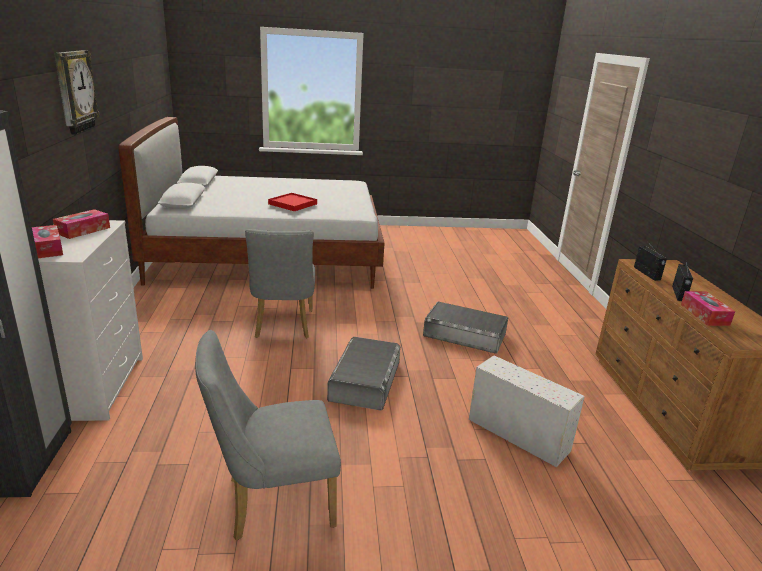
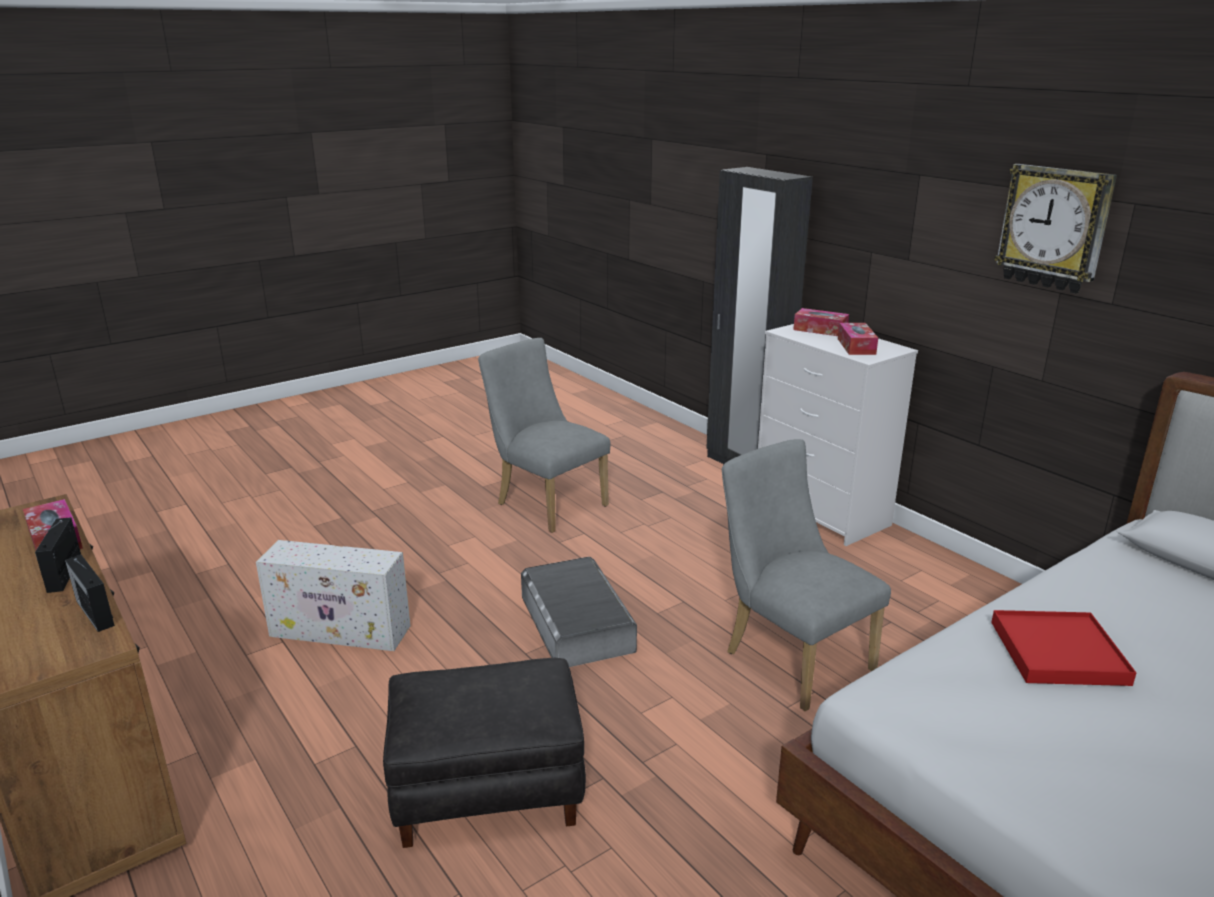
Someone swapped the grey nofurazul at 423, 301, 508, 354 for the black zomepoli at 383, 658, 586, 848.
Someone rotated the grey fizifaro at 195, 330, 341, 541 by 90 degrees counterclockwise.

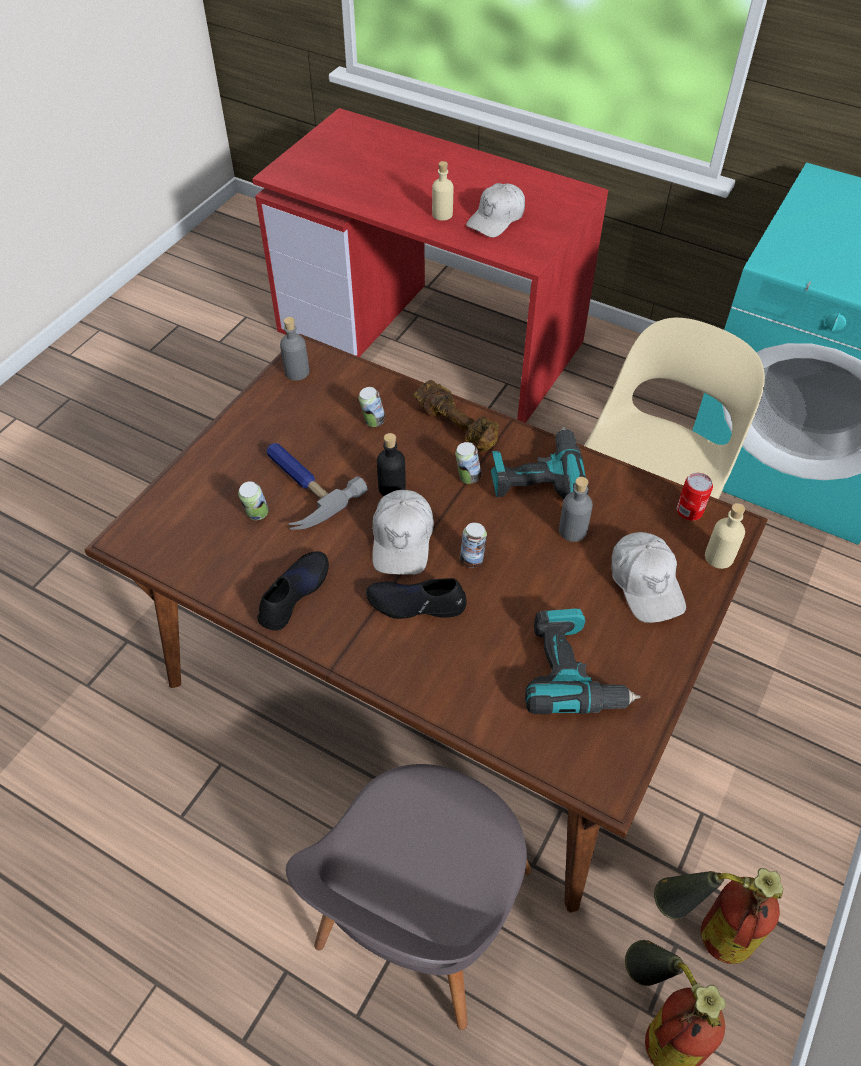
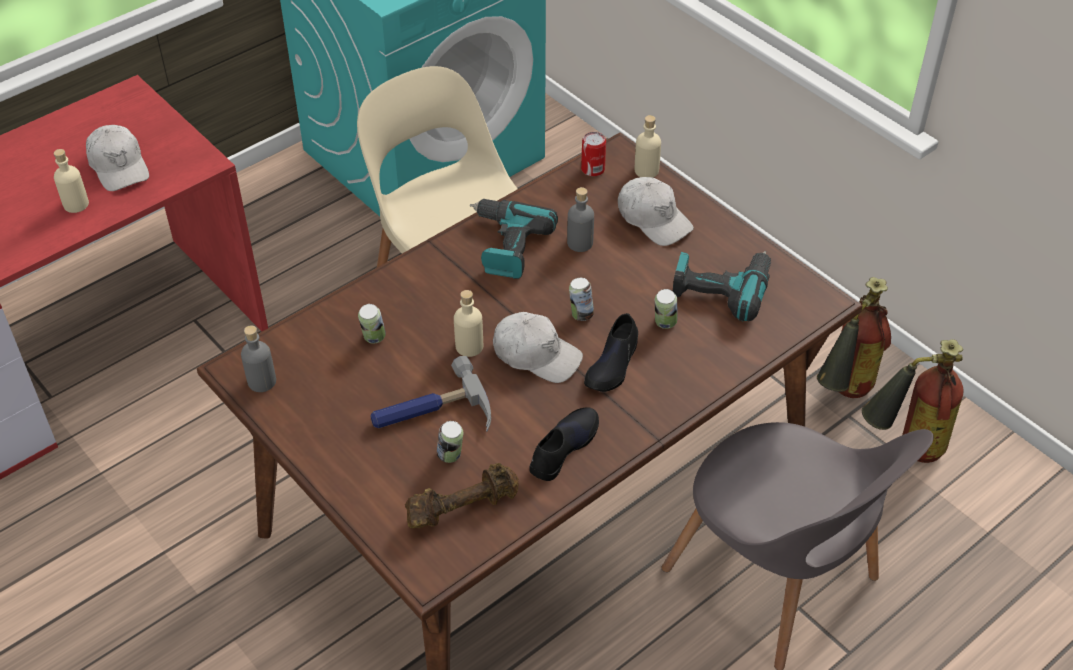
Someone carried the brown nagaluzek from 413, 380, 499, 452 to 405, 463, 519, 528.
Someone repainted the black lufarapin at 377, 433, 406, 496, which became the beige lufarapin at 454, 290, 483, 357.
Someone carried the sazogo from 455, 442, 481, 484 to 655, 289, 677, 329.
Someone rotated the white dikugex at 611, 532, 686, 623 by 45 degrees clockwise.
Someone rotated the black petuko at 257, 551, 329, 630 by 75 degrees clockwise.

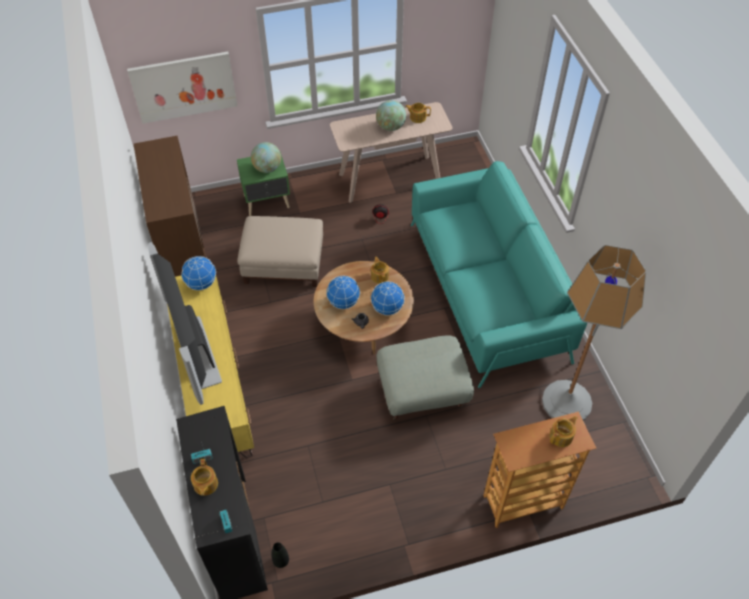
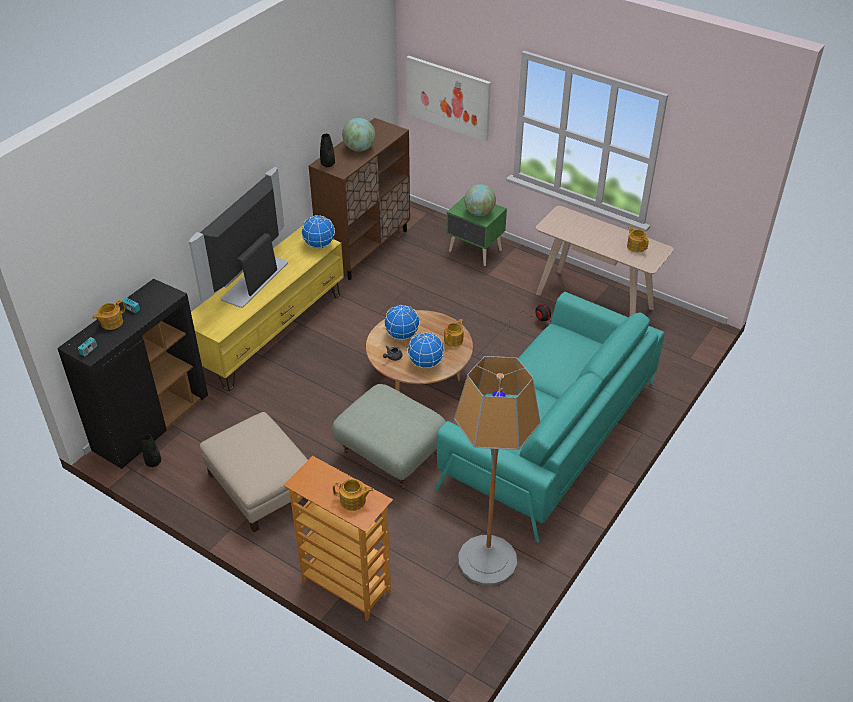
Someone carried the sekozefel from 376, 100, 406, 131 to 342, 118, 375, 152.
Someone carried the beige zomepoli from 237, 216, 323, 287 to 200, 412, 308, 532.
Someone put down the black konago at 320, 134, 335, 167.

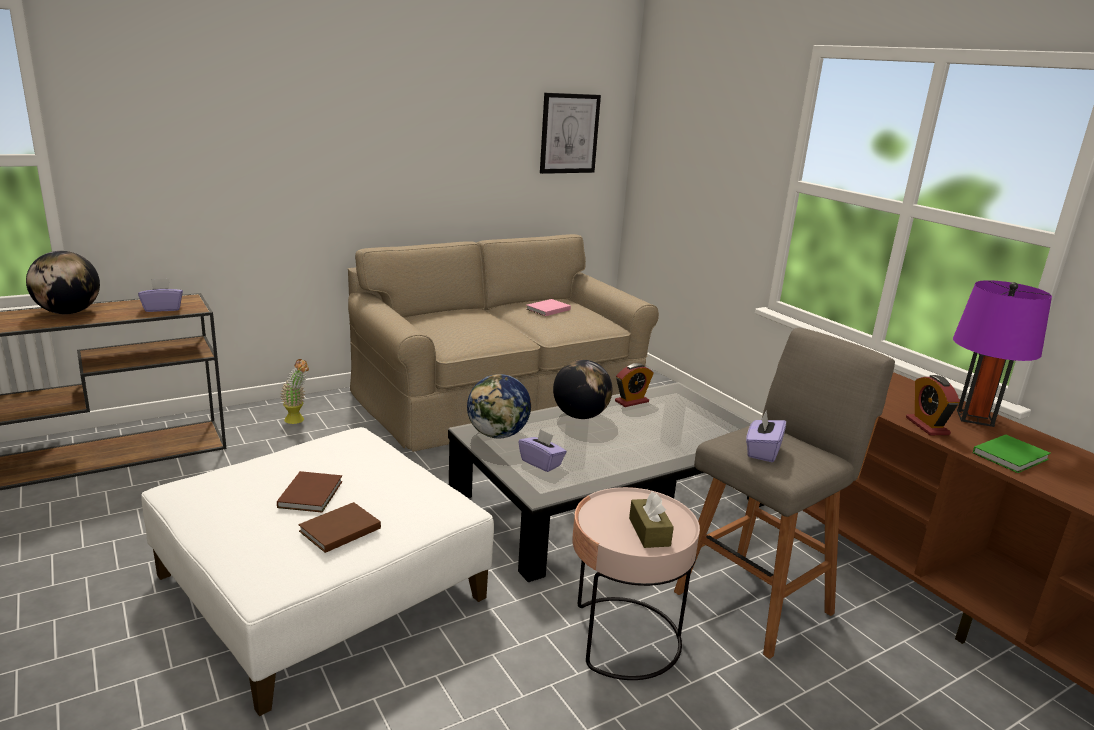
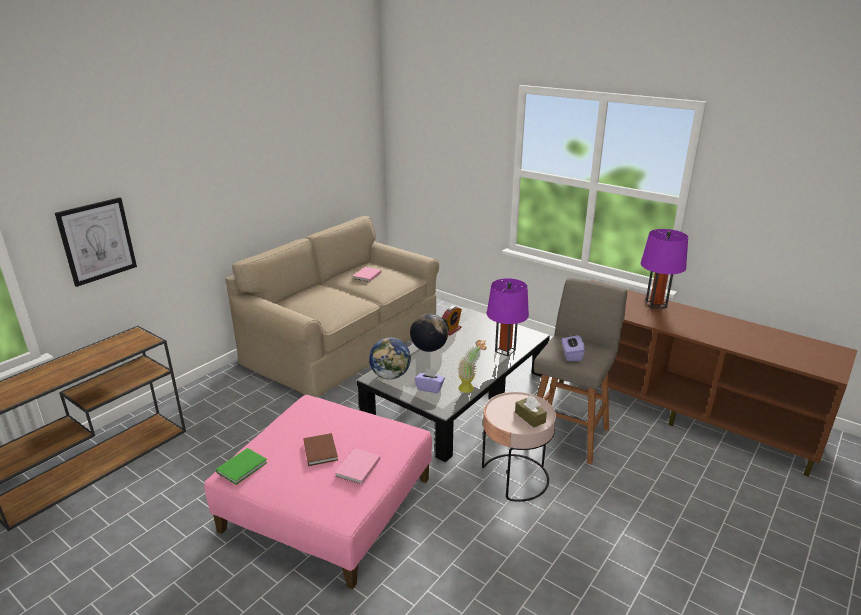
Someone carried the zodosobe from 540, 93, 601, 174 to 55, 197, 137, 287.
Someone took away the sekozefel at 26, 251, 100, 314.
Someone took away the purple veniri at 138, 279, 183, 312.
Someone carried the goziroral from 280, 359, 309, 424 to 458, 340, 487, 393.
Someone took away the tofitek at 906, 375, 960, 435.
Someone repainted the white zomepoli at 141, 427, 494, 716, which became the pink zomepoli at 204, 395, 432, 590.
Someone carried the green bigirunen from 973, 435, 1051, 473 to 216, 448, 268, 485.
Someone repainted the brown bigirunen at 298, 502, 381, 553, which became the pink bigirunen at 335, 448, 380, 485.
Someone put down the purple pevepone at 487, 278, 529, 356.

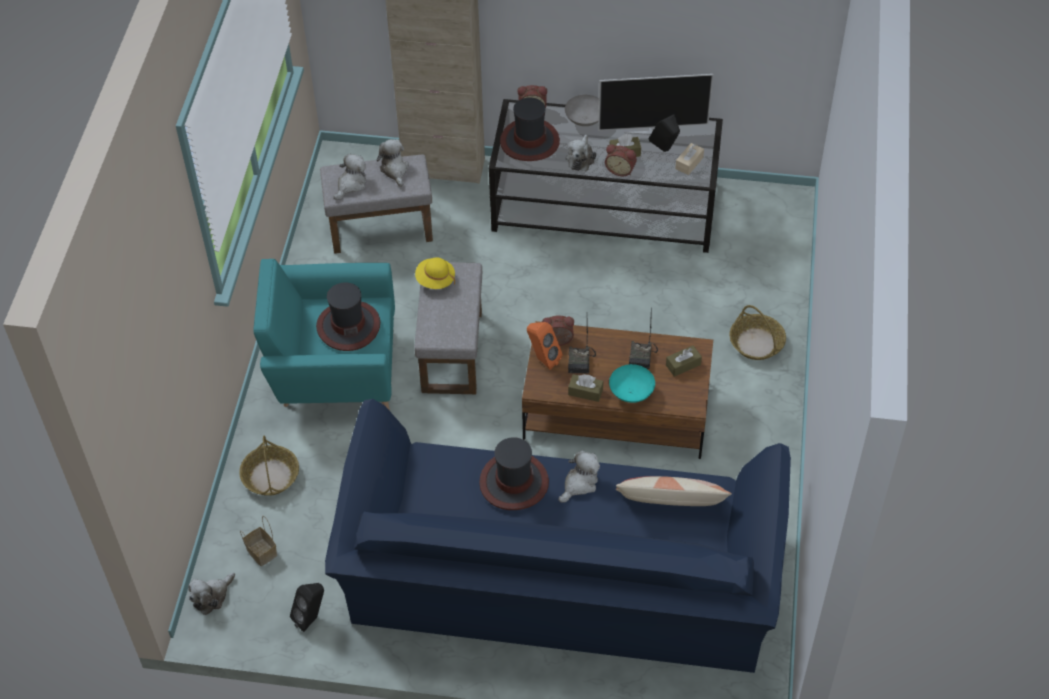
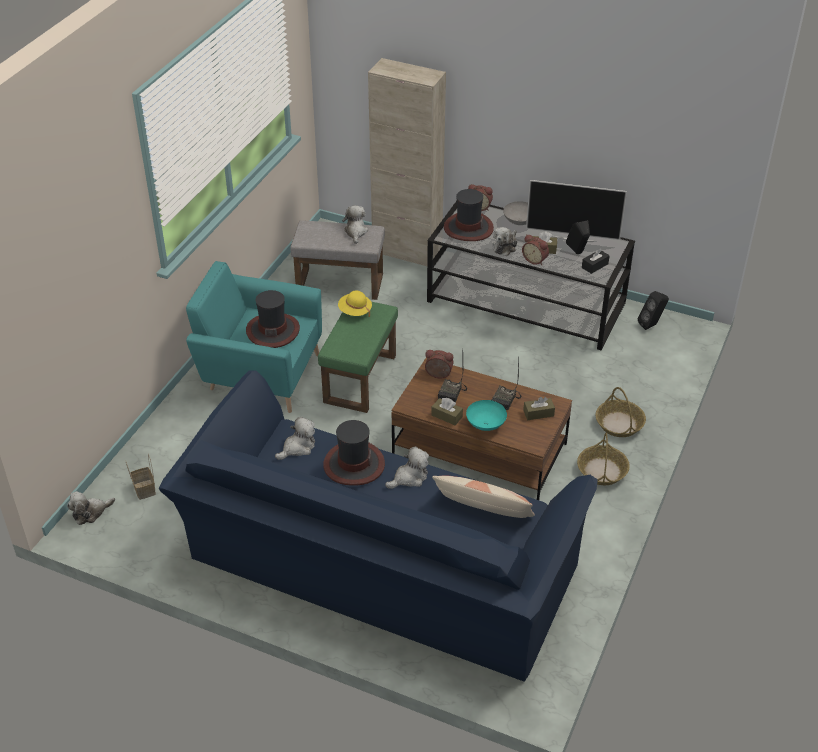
Someone repainted the beige veniri at 675, 143, 704, 175, which became the black veniri at 582, 248, 610, 274.
Someone carried the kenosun from 333, 154, 366, 200 to 275, 417, 315, 460.
Someone repainted the grey zomepoli at 414, 262, 482, 394, which became the green zomepoli at 318, 302, 398, 413.
Someone took away the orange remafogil at 527, 322, 563, 370.
Someone carried the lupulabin from 239, 436, 299, 496 to 577, 433, 630, 485.
Someone carried the black remafogil from 290, 583, 324, 632 to 638, 291, 669, 330.

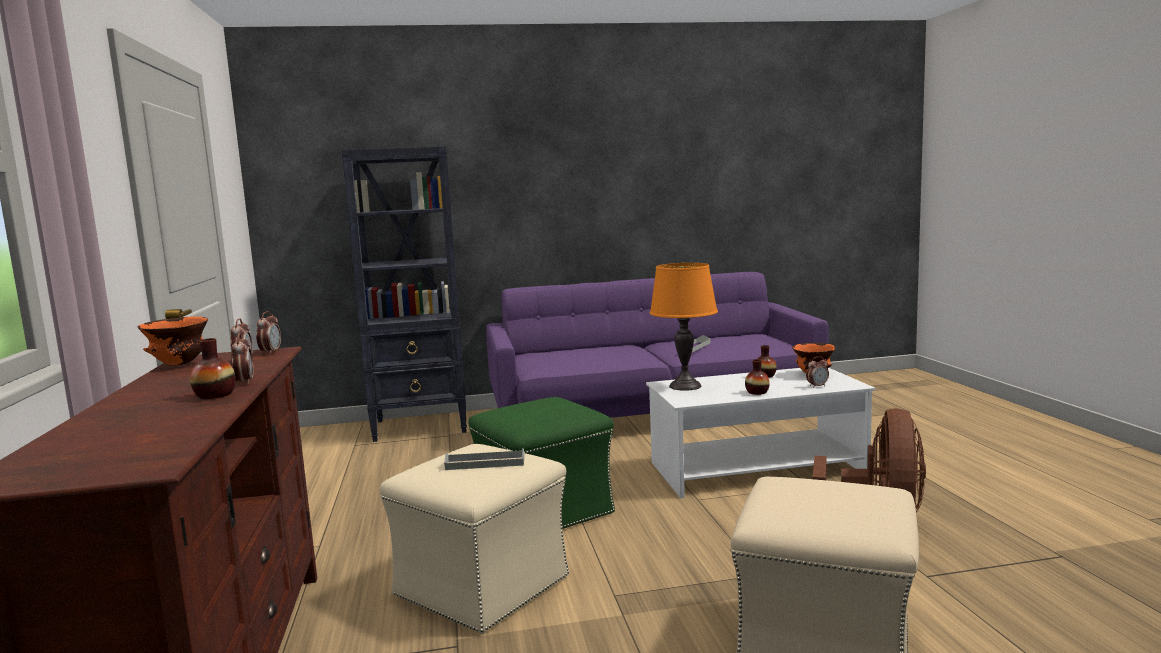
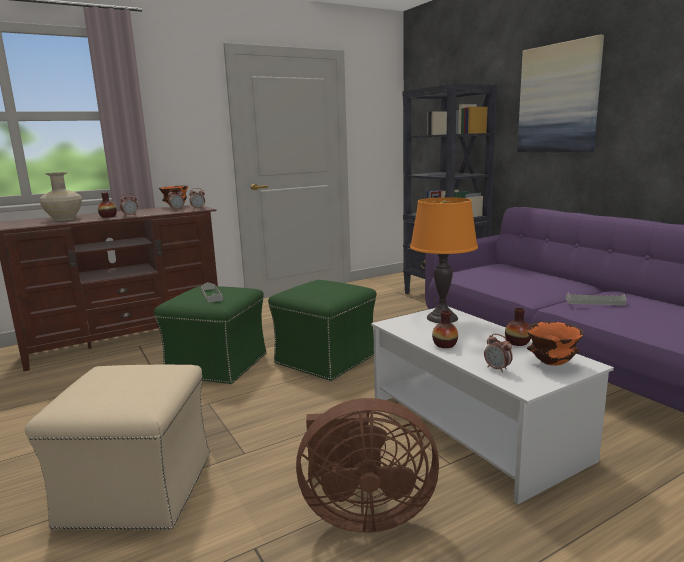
Someone repainted the beige zomepoli at 379, 444, 569, 634, which became the green zomepoli at 154, 286, 267, 385.
Someone put up the zodosobe at 517, 35, 604, 152.
Someone put down the beige konago at 39, 172, 82, 221.

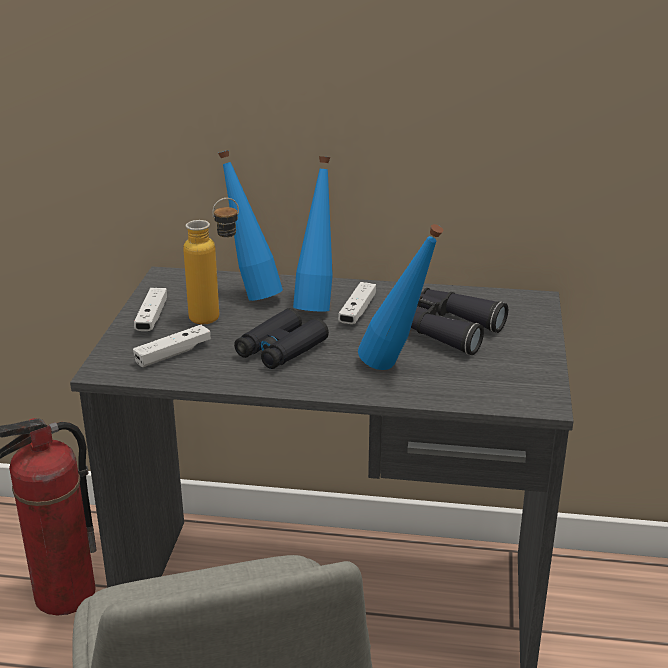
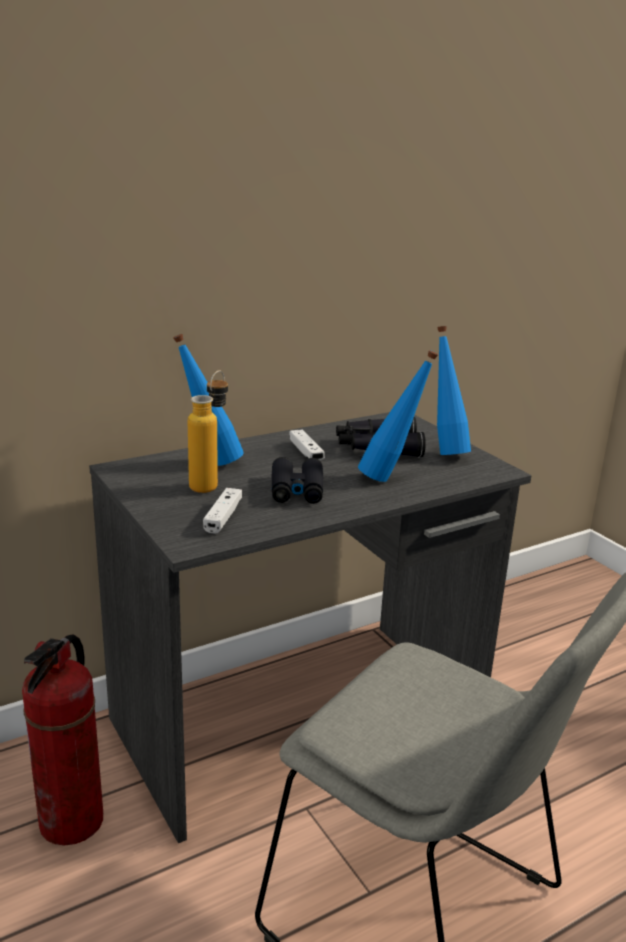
Someone carried the blue lufarapin from 293, 156, 333, 312 to 437, 326, 471, 455.
Someone took away the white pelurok at 134, 288, 167, 331.

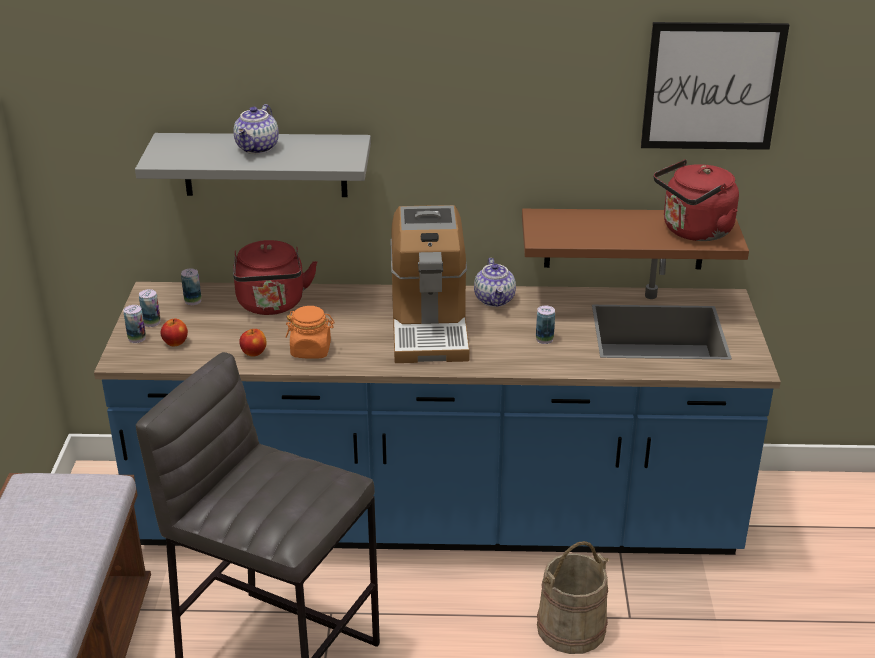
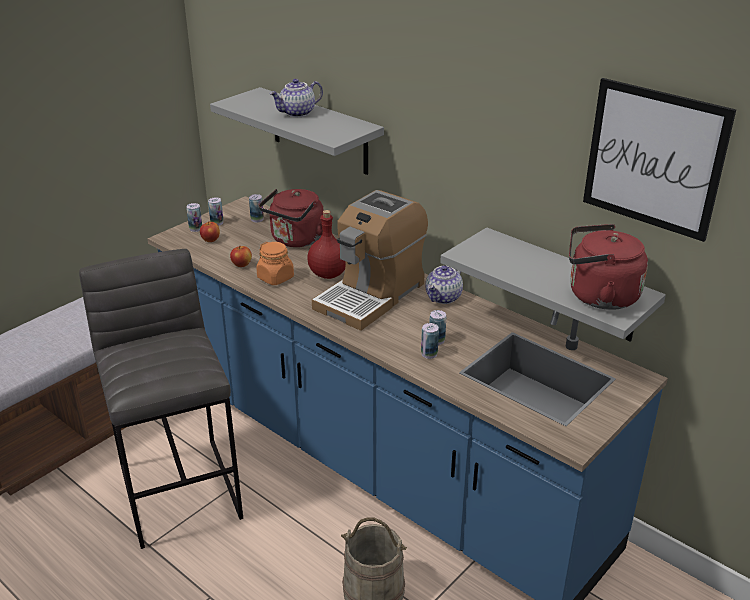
Someone repainted the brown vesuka at 522, 209, 749, 269, which became the grey vesuka at 440, 227, 666, 342.
Someone put down the red lufarapin at 307, 210, 346, 279.
Someone put down the sazogo at 421, 323, 439, 359.

